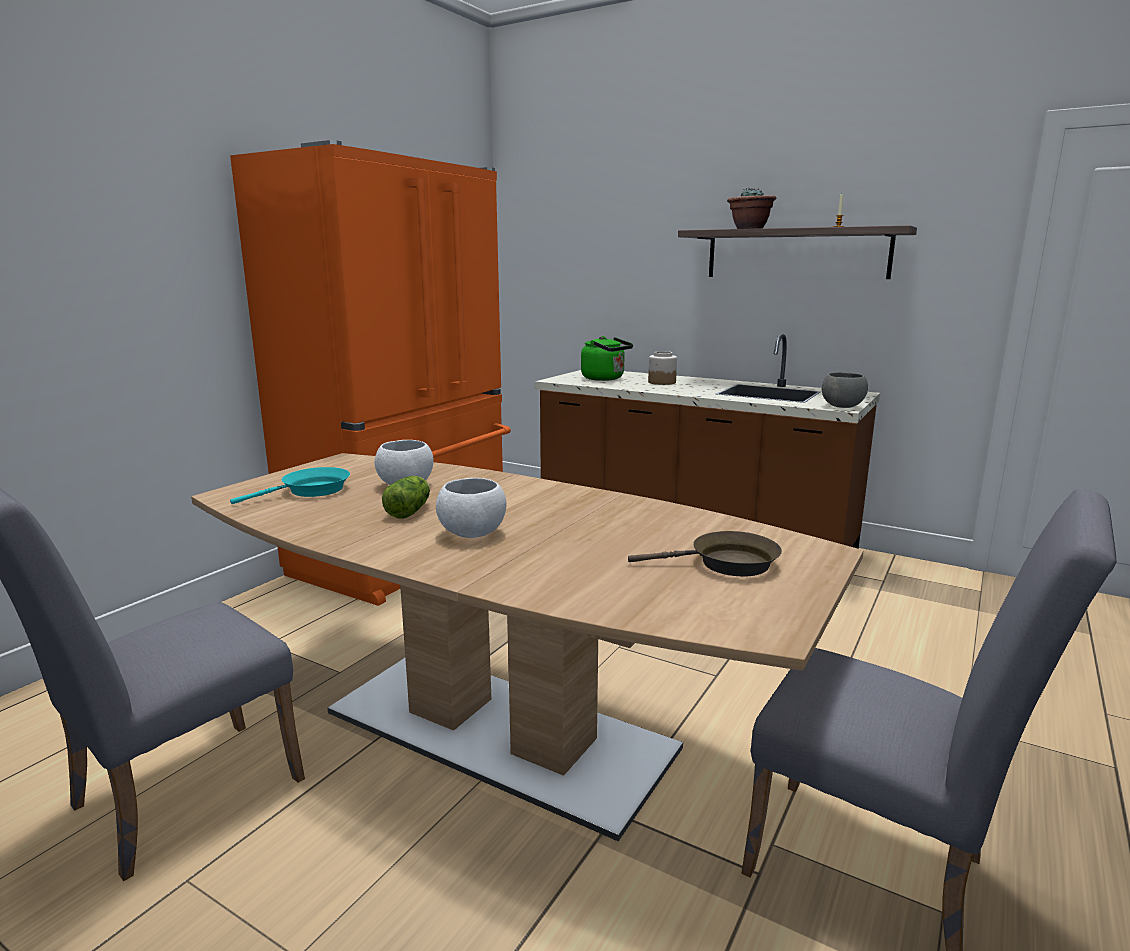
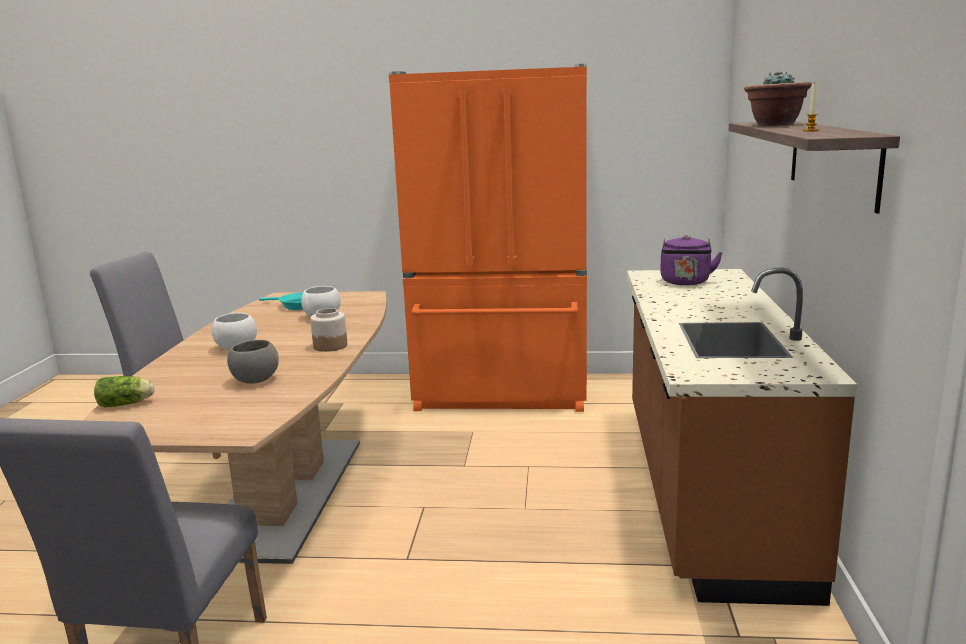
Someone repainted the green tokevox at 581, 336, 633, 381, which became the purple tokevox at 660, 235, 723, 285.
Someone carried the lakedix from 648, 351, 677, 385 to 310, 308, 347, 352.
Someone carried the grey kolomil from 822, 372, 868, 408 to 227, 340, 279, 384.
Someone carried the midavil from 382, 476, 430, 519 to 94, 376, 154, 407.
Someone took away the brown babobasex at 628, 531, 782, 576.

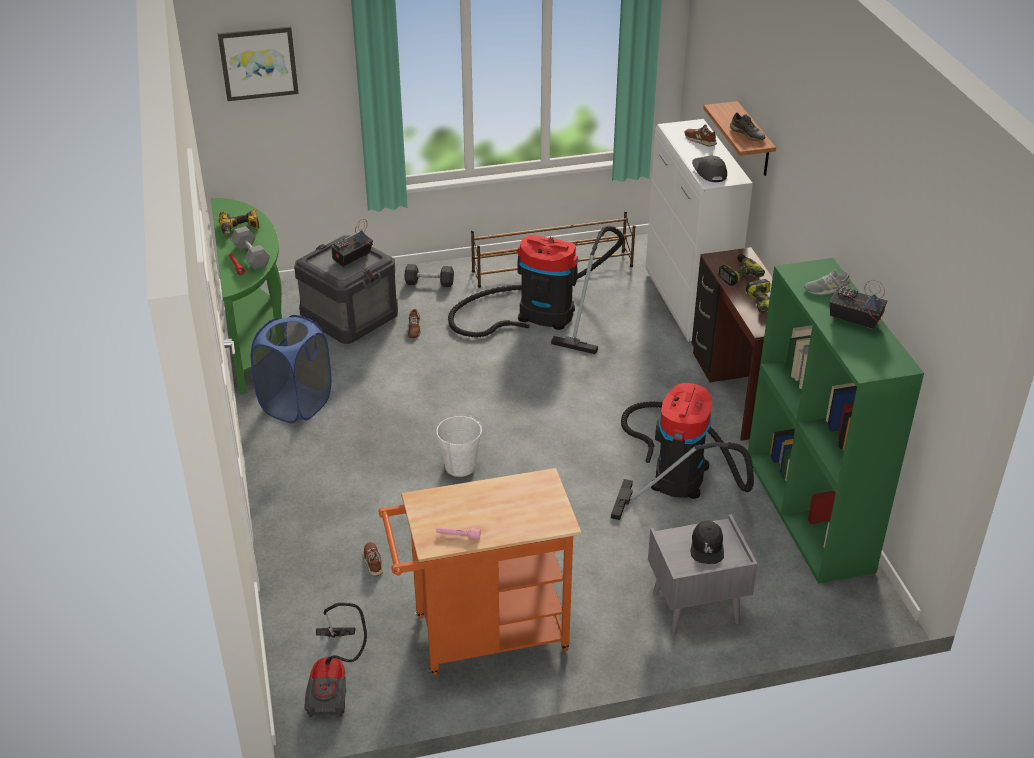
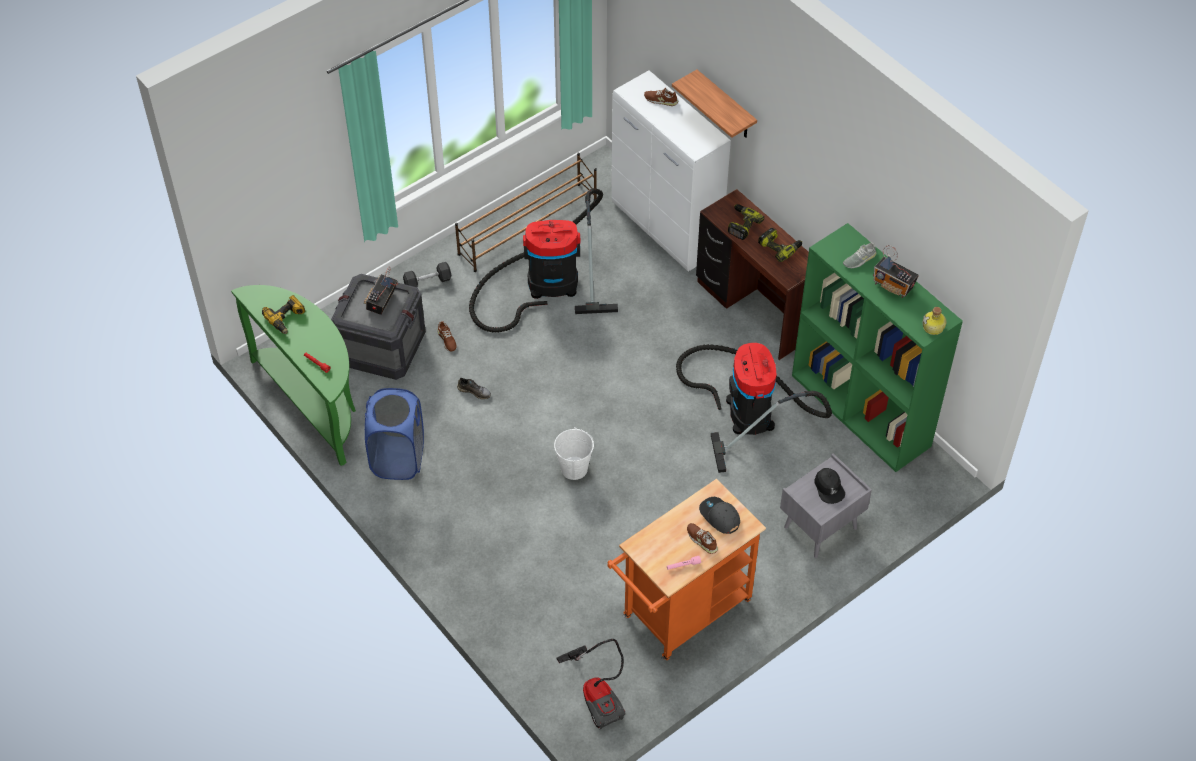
Someone took away the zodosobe at 218, 26, 299, 101.
Someone carried the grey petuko from 730, 112, 766, 141 to 457, 378, 491, 399.
Someone carried the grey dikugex from 692, 156, 727, 182 to 699, 497, 740, 534.
Someone took away the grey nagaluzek at 230, 226, 270, 270.
Someone rotated the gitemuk at 829, 280, 888, 331 by 150 degrees counterclockwise.
Someone carried the brown petuko from 364, 542, 383, 576 to 687, 523, 718, 554.
Someone put down the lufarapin at 922, 307, 946, 335.

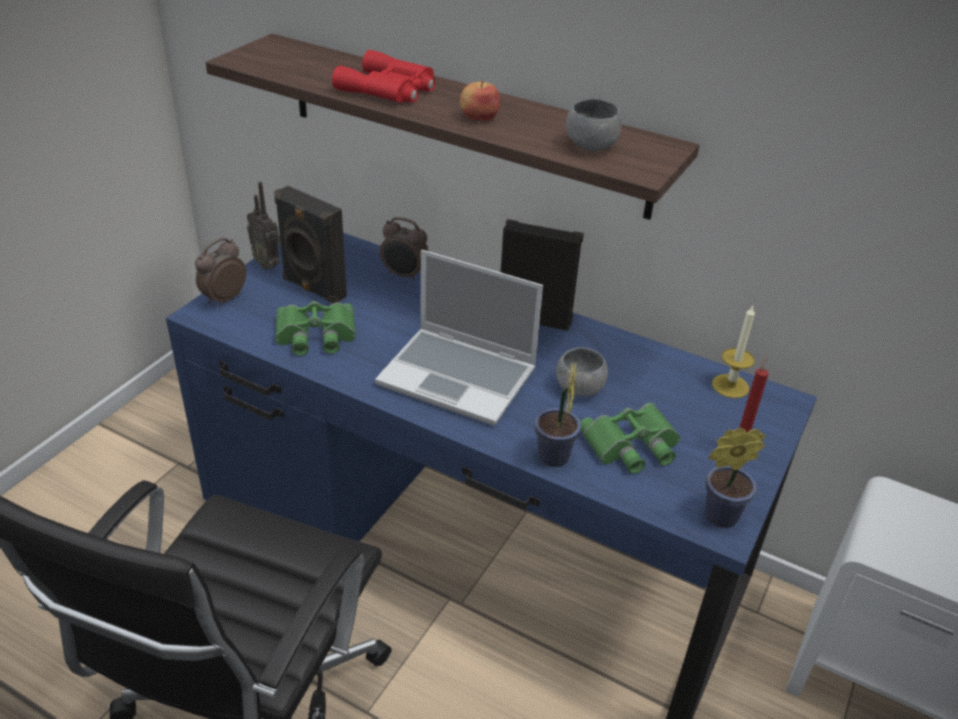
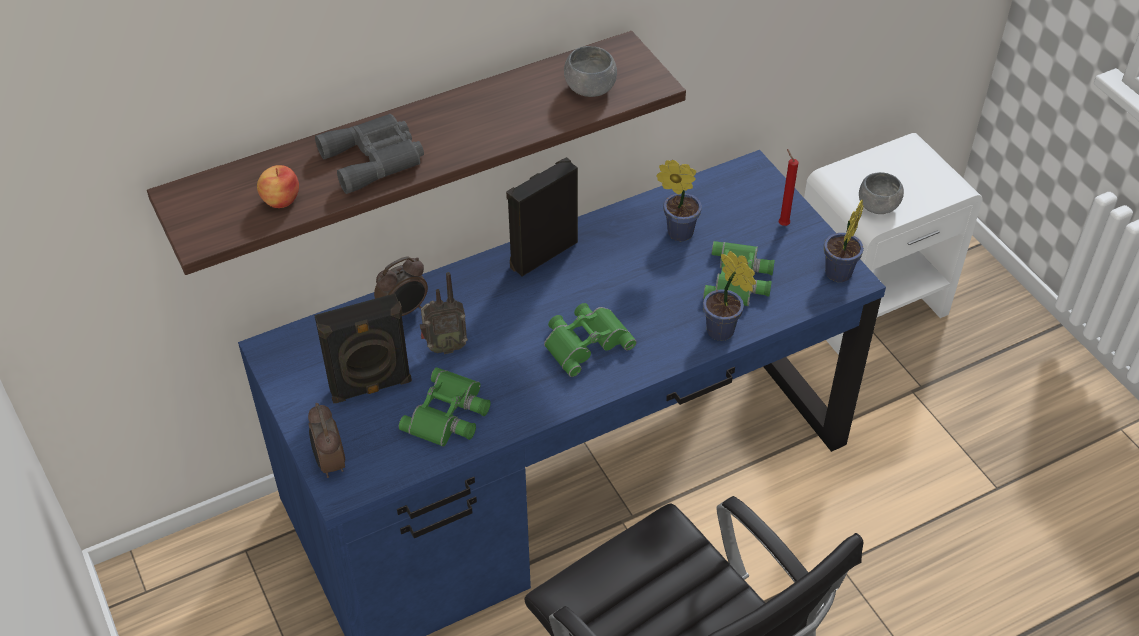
Someone repainted the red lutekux at 332, 50, 435, 103, which became the grey lutekux at 315, 114, 424, 194.
Someone carried the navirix from 460, 80, 500, 121 to 257, 165, 299, 208.
Someone carried the gitemuk from 247, 181, 281, 270 to 420, 272, 468, 354.
Someone swapped the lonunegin at 375, 250, 543, 426 for the green lutekux at 544, 303, 637, 377.
Someone took away the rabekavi at 712, 306, 755, 398.
Someone carried the grey kolomil from 556, 347, 608, 396 to 859, 172, 904, 214.
Someone put down the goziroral at 656, 160, 702, 241.

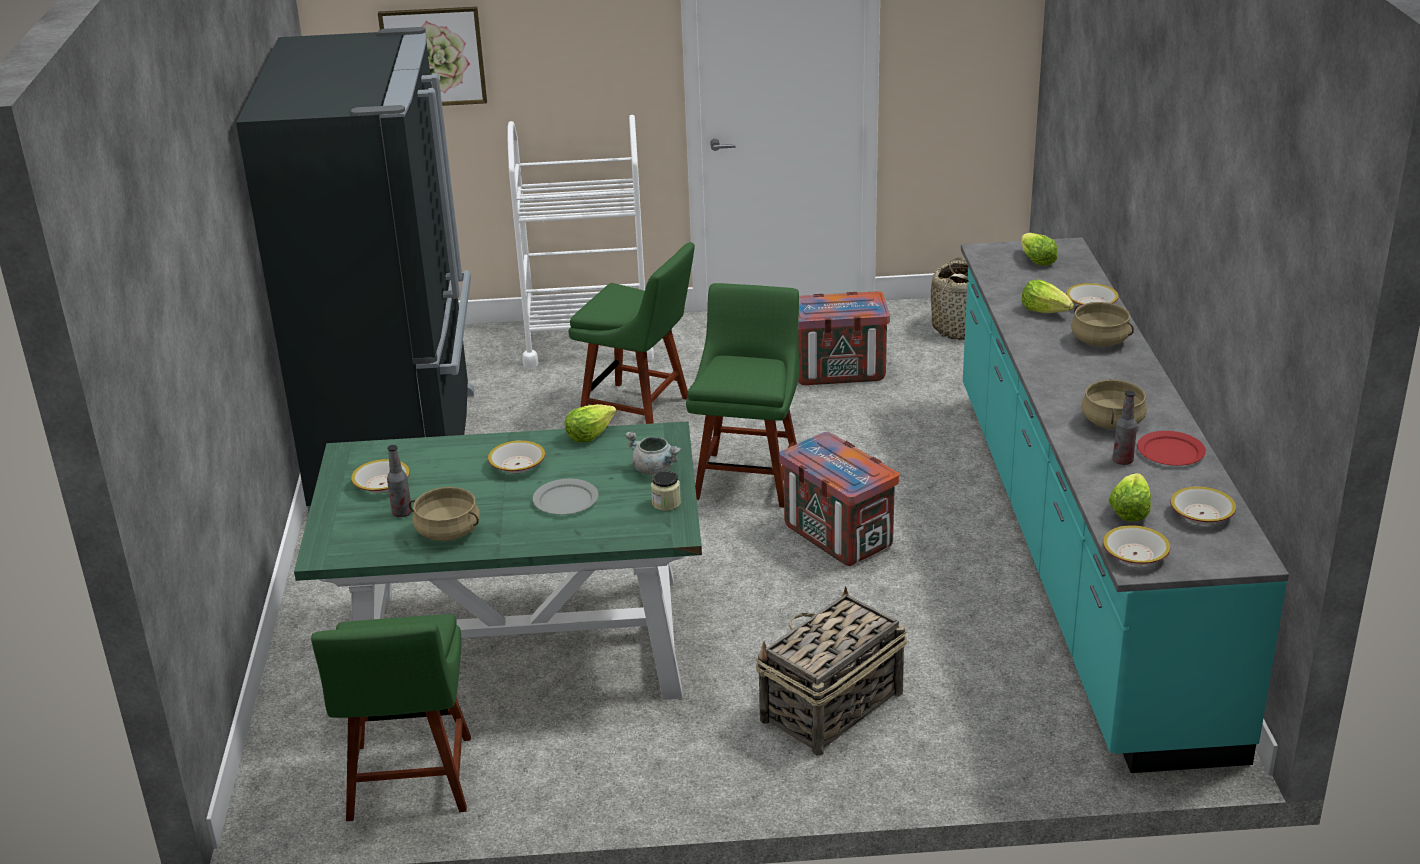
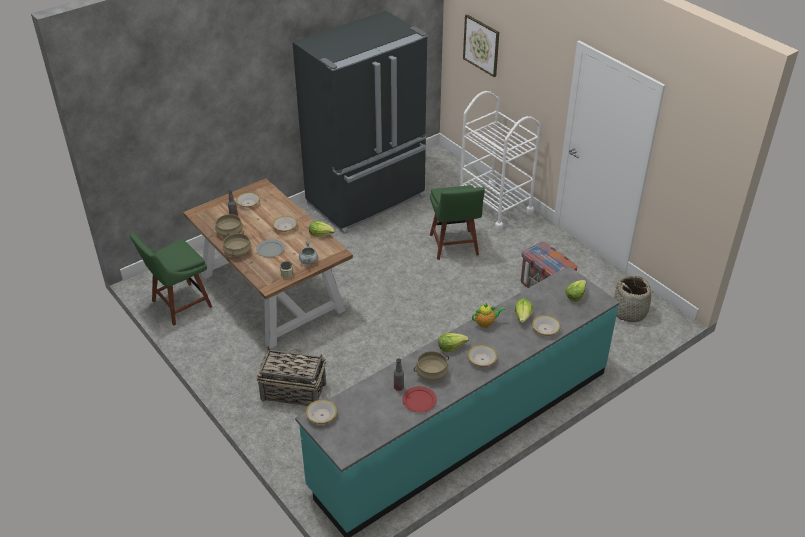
Someone took away the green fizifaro at 686, 283, 799, 508.
Someone carried the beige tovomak from 1071, 302, 1134, 346 to 223, 233, 251, 257.
Someone repainted the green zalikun at 294, 421, 702, 700, which became the brown zalikun at 183, 178, 353, 349.
Someone took away the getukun at 780, 432, 899, 566.
Someone carried the midavil from 1108, 473, 1151, 522 to 438, 333, 469, 352.
Someone carried the kolomil from 1170, 486, 1236, 524 to 468, 345, 497, 367.
Someone put down the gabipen at 472, 303, 505, 328.

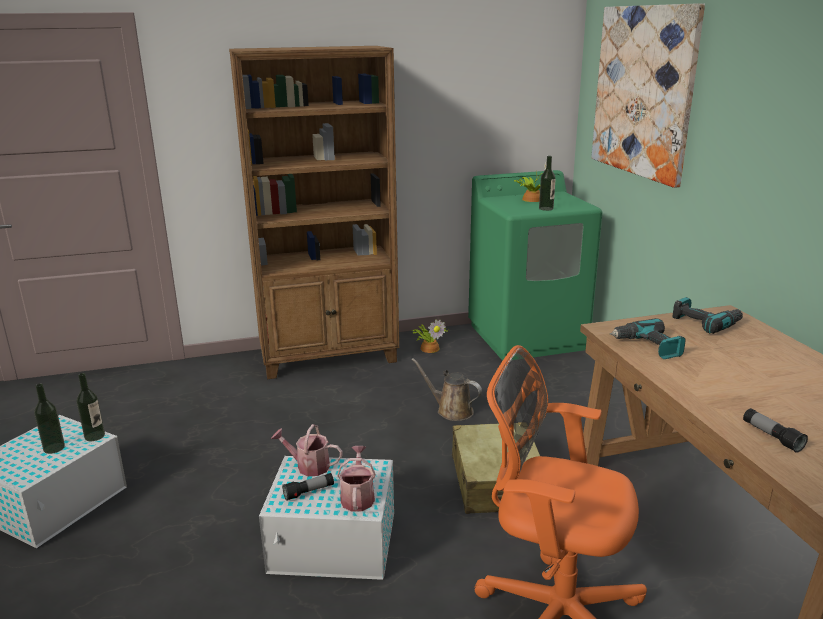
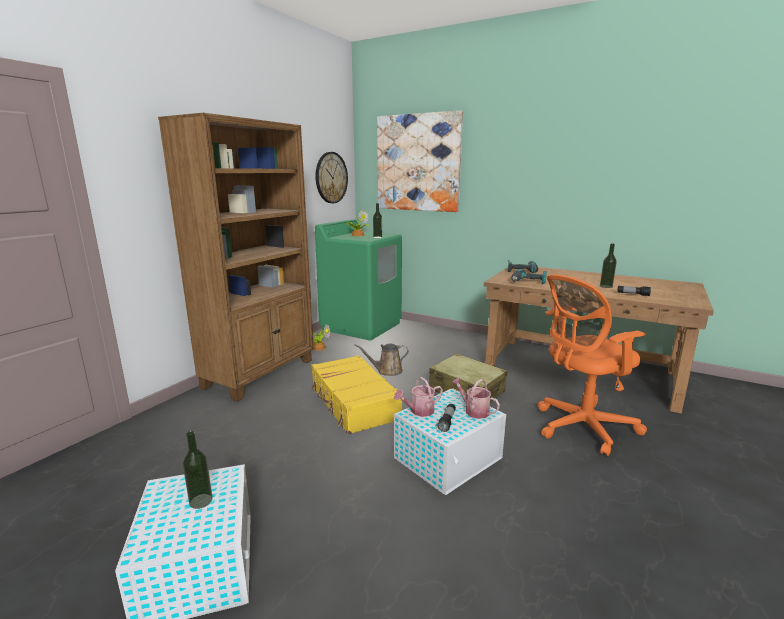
Someone carried the lufarapin from 77, 373, 105, 441 to 600, 244, 617, 288.
Someone put up the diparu at 315, 152, 348, 203.
Someone put down the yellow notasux at 311, 355, 403, 435.

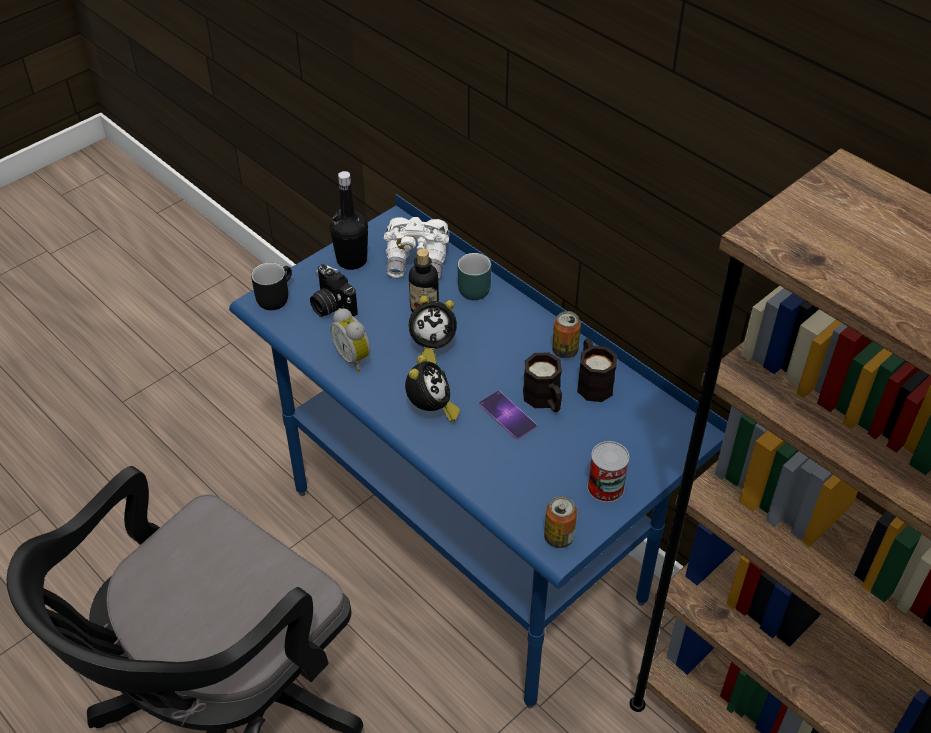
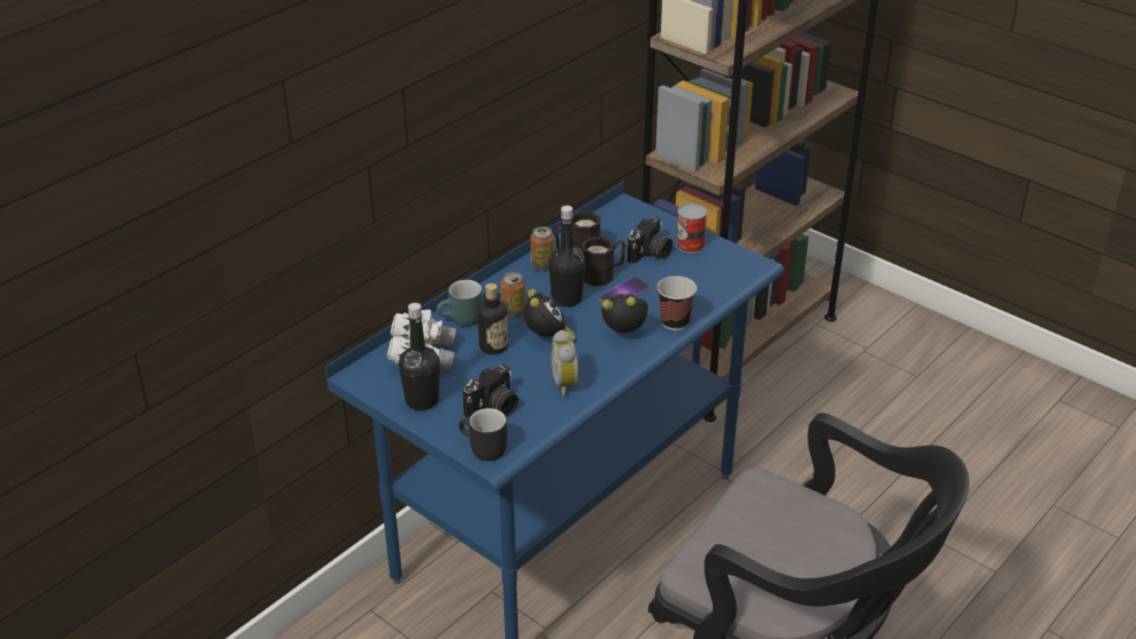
Someone rotated the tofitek at 330, 308, 370, 372 by 120 degrees clockwise.
Someone carried the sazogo from 544, 496, 577, 548 to 500, 272, 526, 318.
Someone put down the black lufarapin at 548, 205, 586, 307.
Someone put down the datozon at 627, 216, 673, 264.
Someone put down the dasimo at 657, 276, 697, 331.

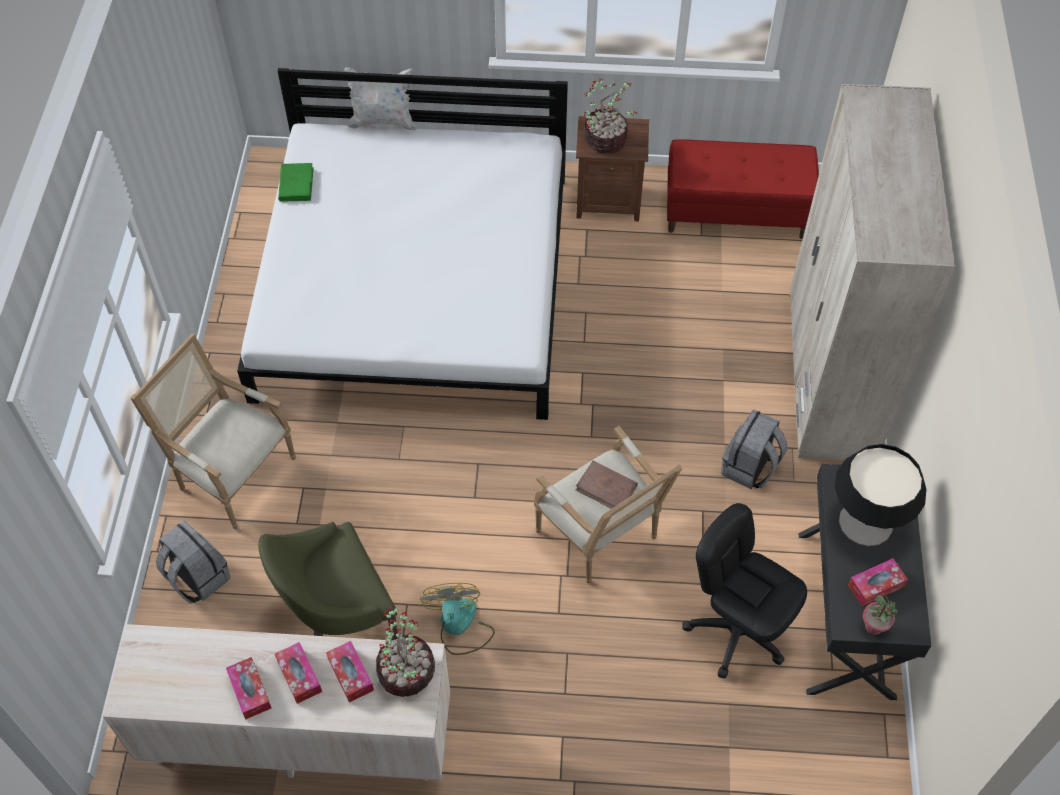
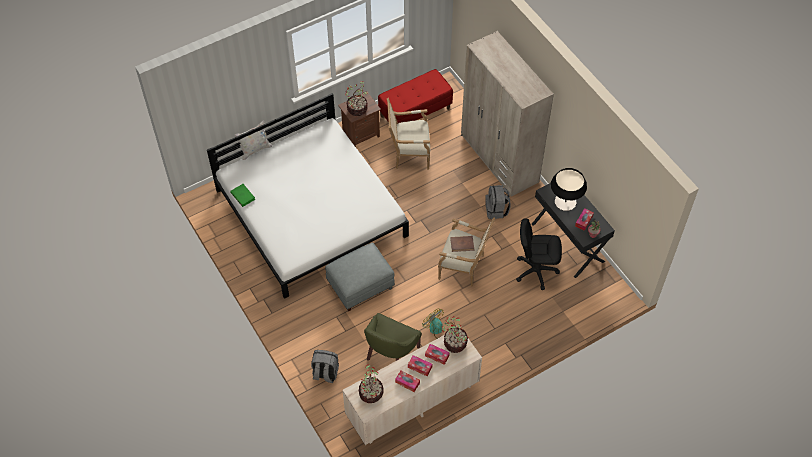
Someone carried the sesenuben from 130, 333, 296, 529 to 387, 98, 430, 170.
Someone put down the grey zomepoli at 325, 242, 395, 311.
Someone put down the goziroral at 359, 364, 384, 403.

